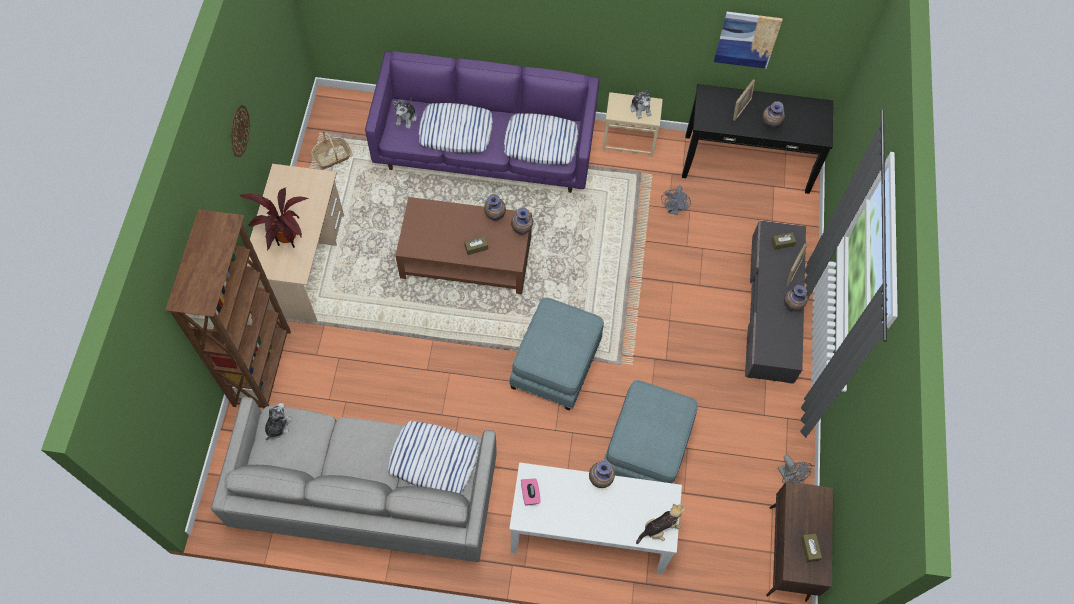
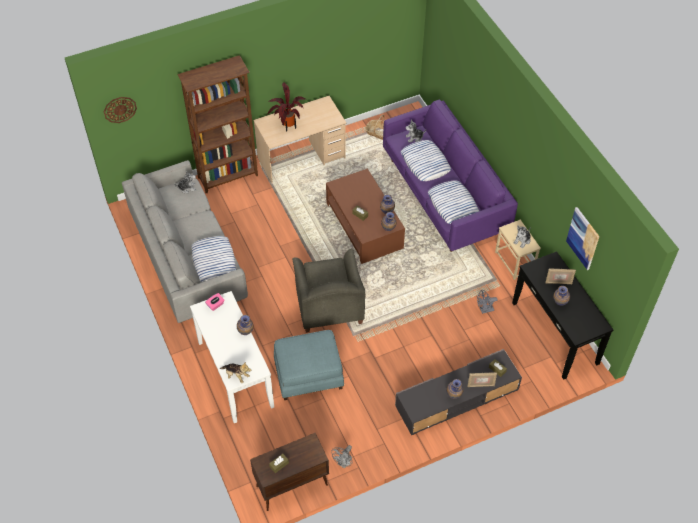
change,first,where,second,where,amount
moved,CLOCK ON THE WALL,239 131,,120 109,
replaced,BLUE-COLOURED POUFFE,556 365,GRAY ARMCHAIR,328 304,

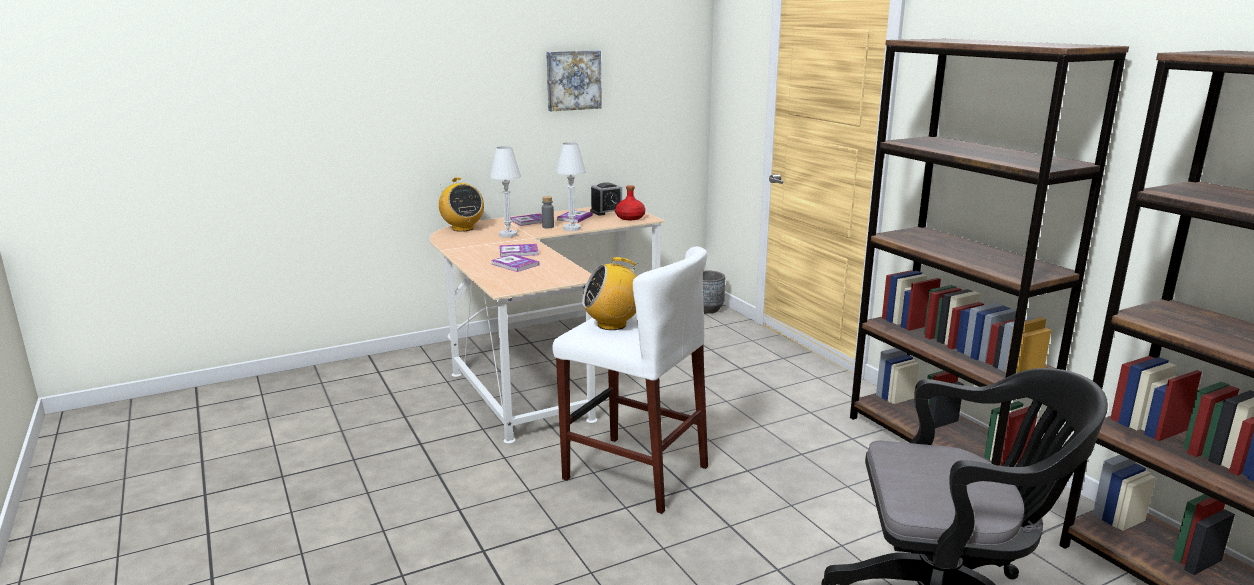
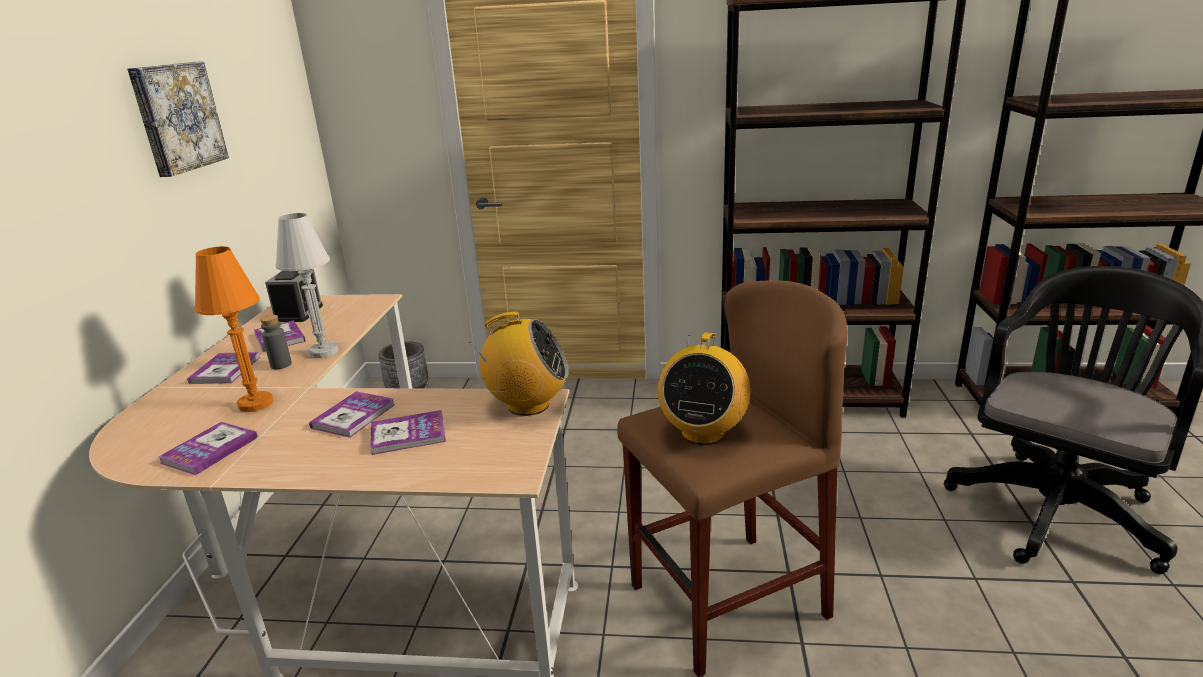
change,first,where,second,where,amount
moved,RADIO RECEIVER,462 228,,528 405,
recoloured,WHITE-COLOURED TABLETOP LAMP,508 235,ORANGEY TABLETOP LAMP,256 403,
recoloured,WHITE-COLOURED STOOL SEAT,635 473,BROWNISH STOOL SEAT,727 600,
removed,REDDISH DRINK BOTTLE,630 218,,,
added,,,VOLUME,210 450,

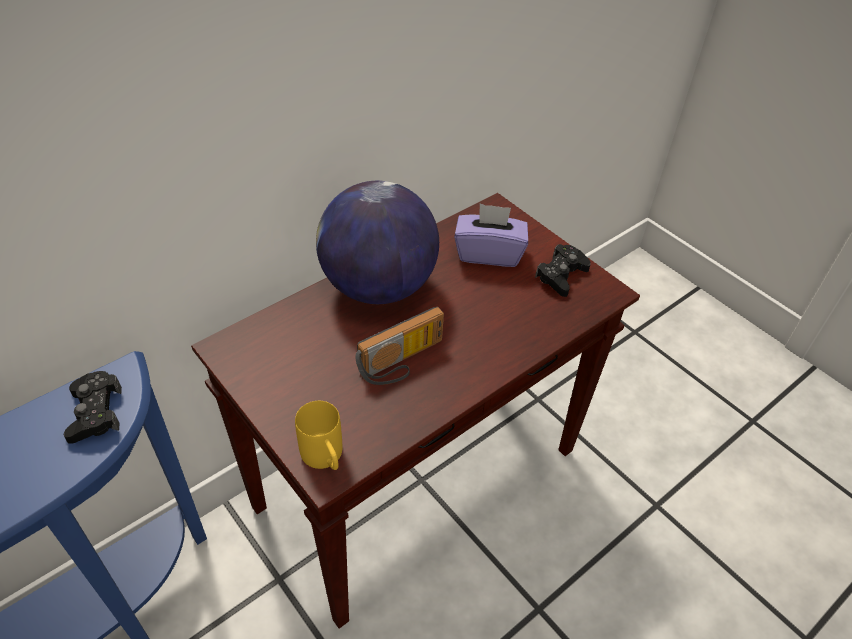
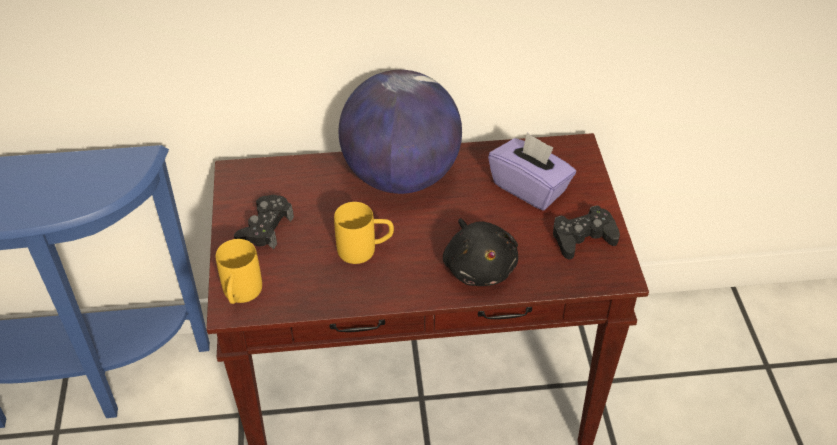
change,first,where,second,where,amount
moved,BLACK-COLOURED GAME CONTROLLER,95 412,,265 228,
replaced,RADIO RECEIVER,403 363,YELLOW-COLOURED TEA MUG,365 250,
added,,,BLACK-COLOURED PLUSH TOY,479 266,

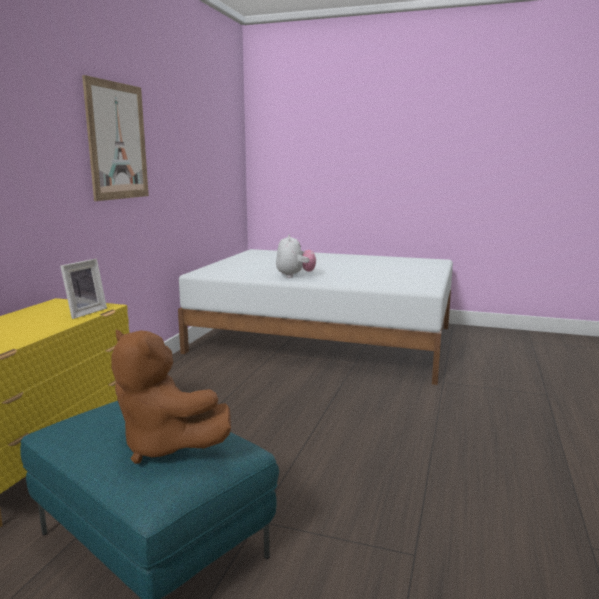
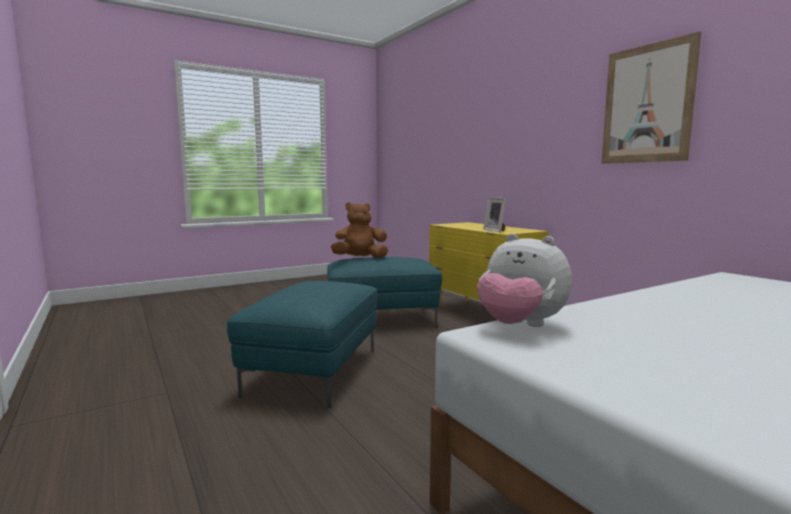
change,first,where,second,where,amount
moved,PLUSH TOY,295 276,,520 326,
added,,,BLUE-GREEN POUFFE,312 371,

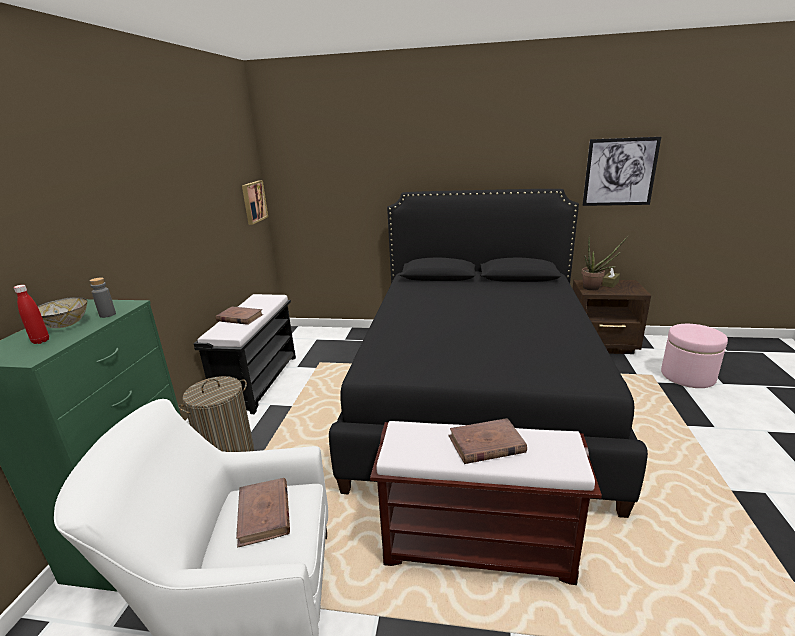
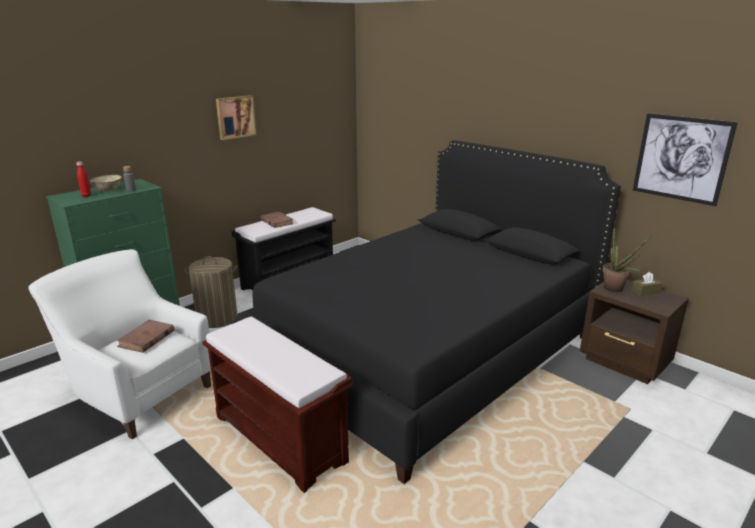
change,first,where,second,where,amount
moved,PICTURE,253 202,,235 117,
removed,BROWNISH VOLUME,486 444,,,
removed,PINK POUFFE,687 376,,,

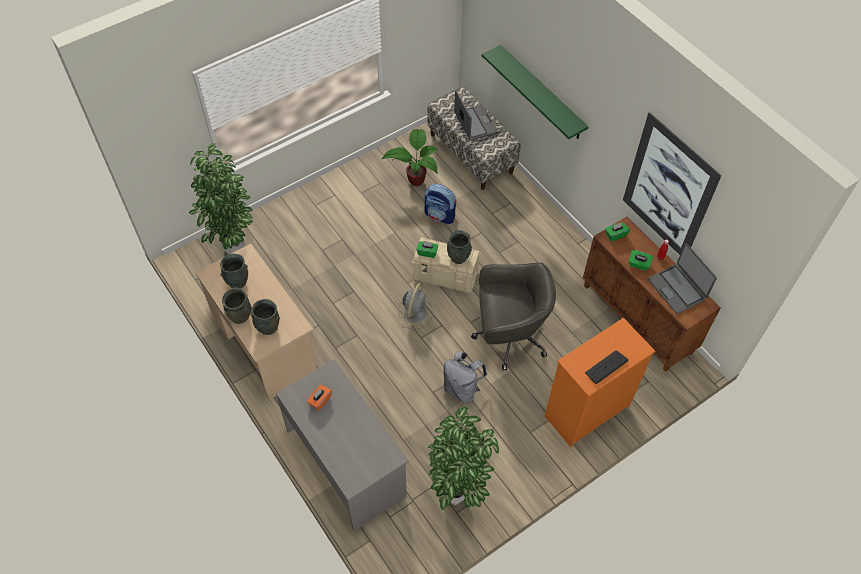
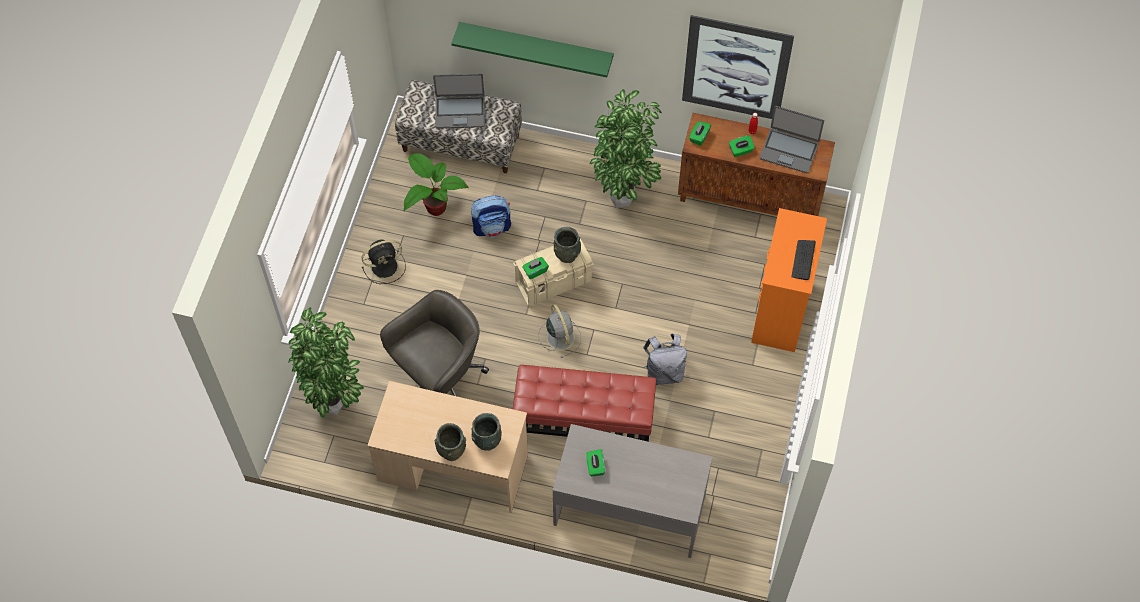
change,first,where,second,where,amount
removed,GRAY DECORATIVE VASE,237 282,,,
recoloured,ORANGEY TISSUE HOLDER,320 400,GREEN TISSUE HOLDER,595 466,
moved,PLANT IN A POT,457 496,,624 199,
turned,NOTEBOOK COMPUTER,475 123,,460 112,150 degrees clockwise
moved,GRAY COMPUTER CHAIR,508 336,,439 377,
added,,,BLACK-COLOURED COOLING FAN,385 266,
added,,,REDDISH POUFFE,584 418,

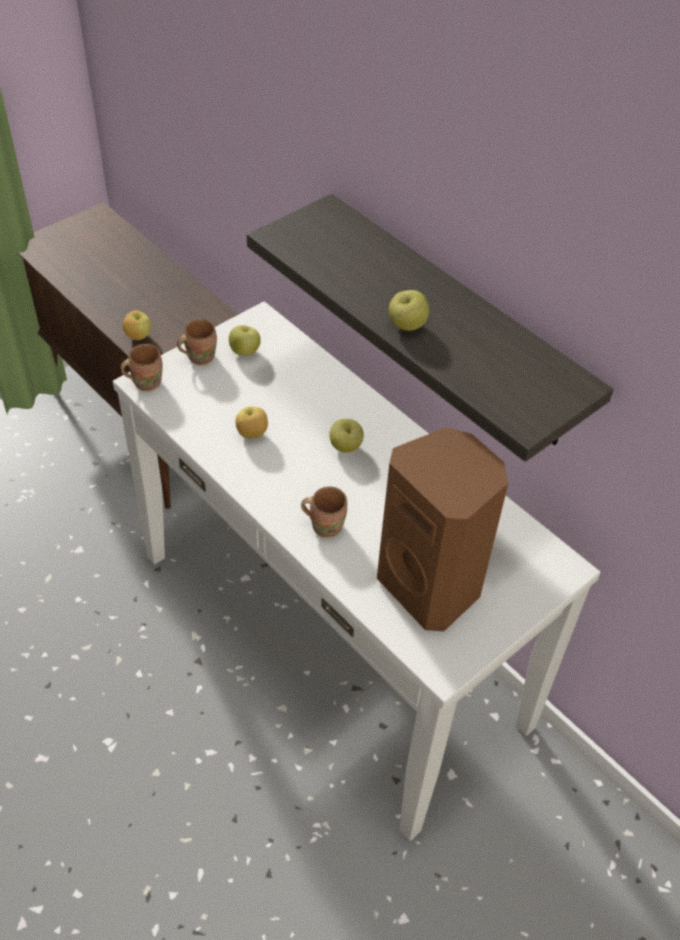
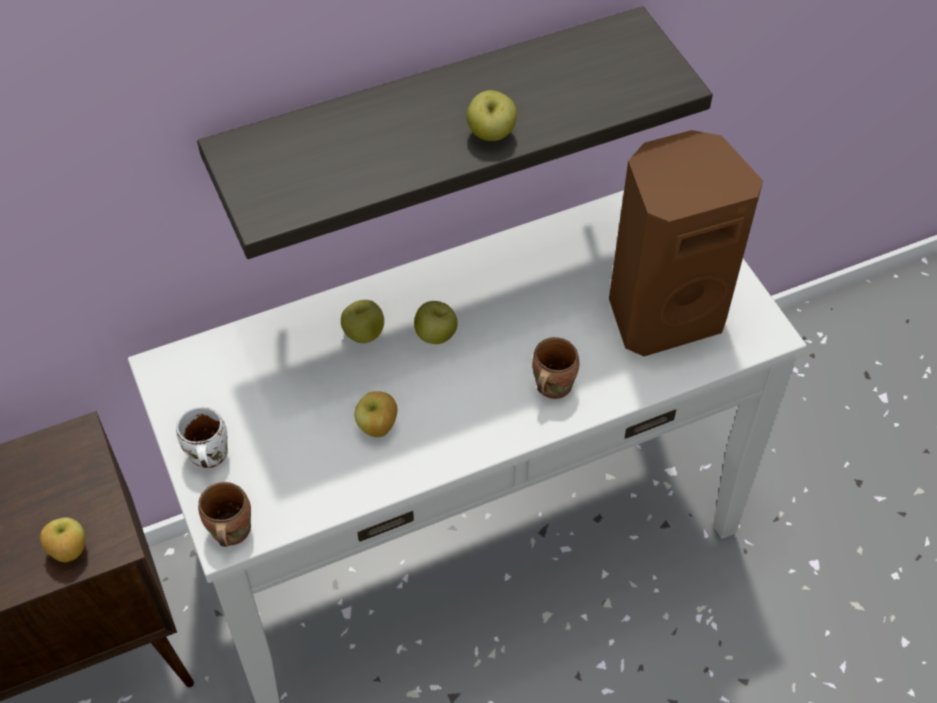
change,first,where,second,where,amount
recoloured,BROWNISH TEA MUG,199 356,WHITE-COLOURED TEA MUG,206 457,
moved,APPLE,245 352,,363 334,

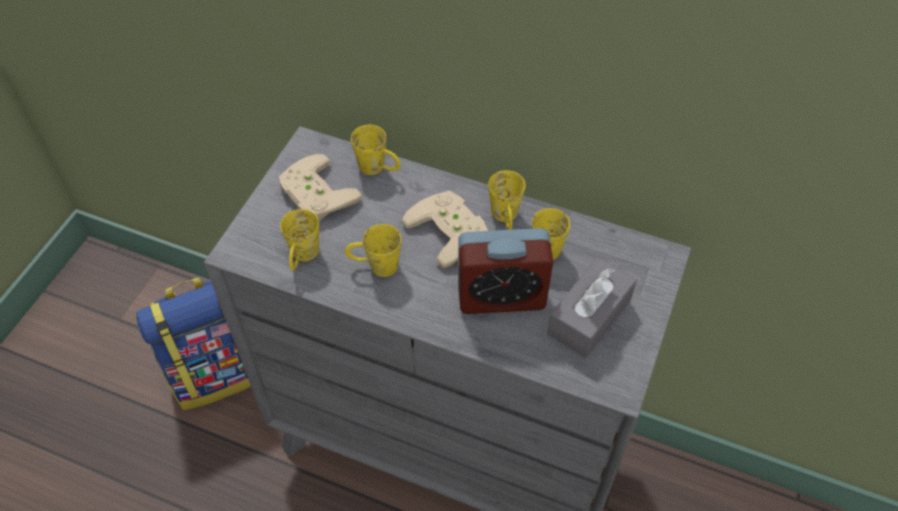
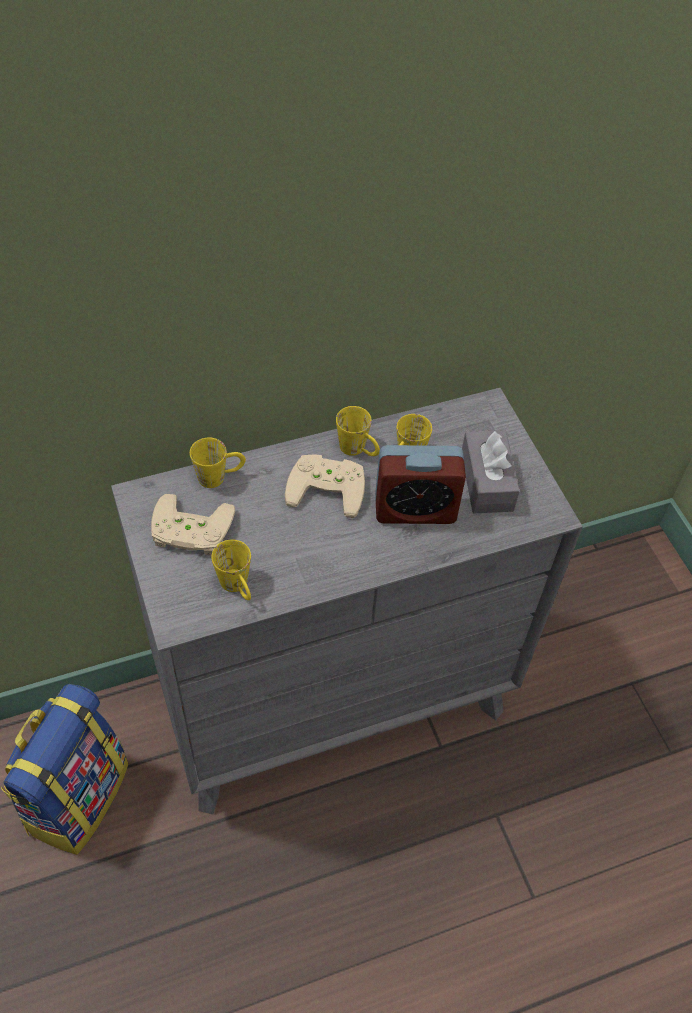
change,first,where,second,where,amount
removed,YELLOW-COLOURED TEA MUG,375 266,,,
turned,TABLE CLOCK,501 296,,415 509,45 degrees clockwise

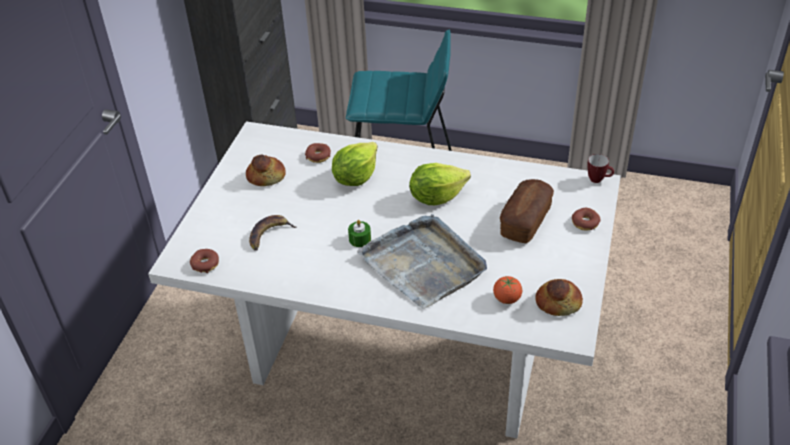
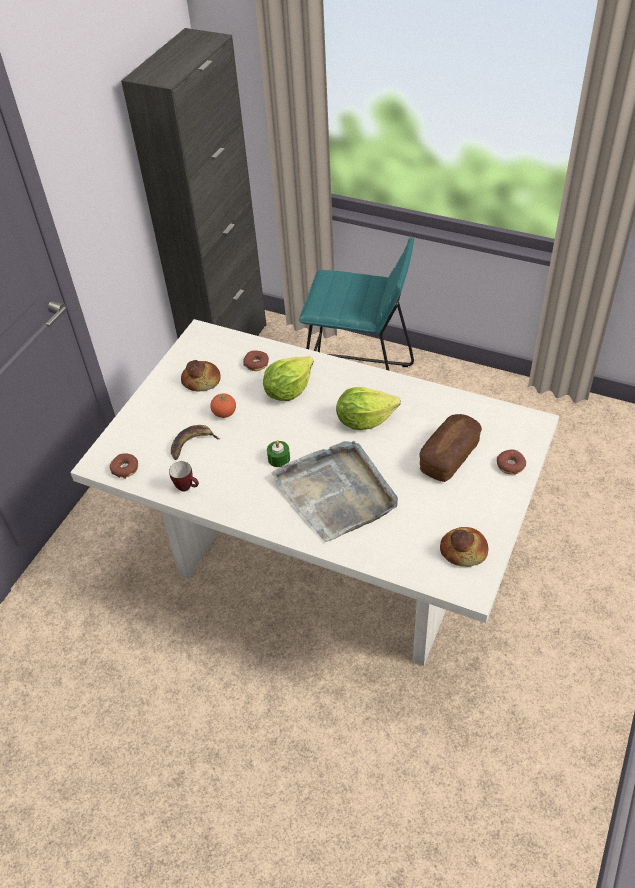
change,first,where,second,where,amount
moved,FRESH TOMATO,507 299,,224 413,
moved,TEA MUG,598 180,,187 488,

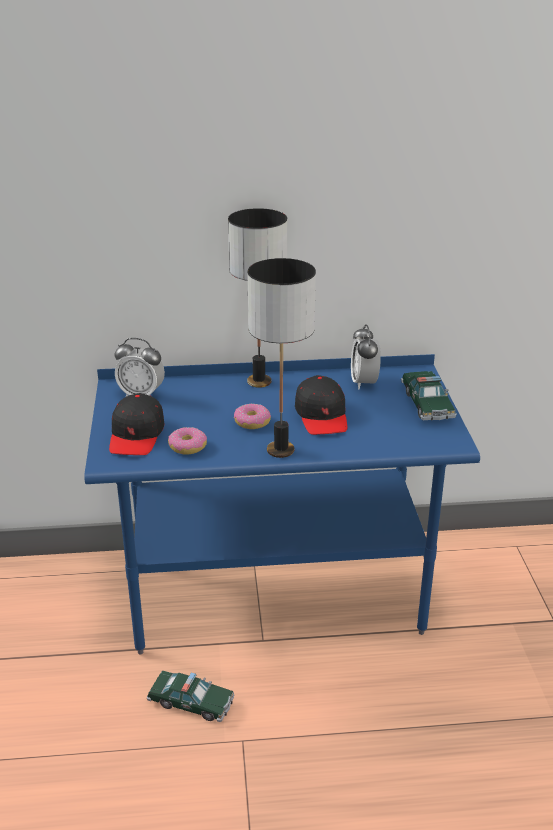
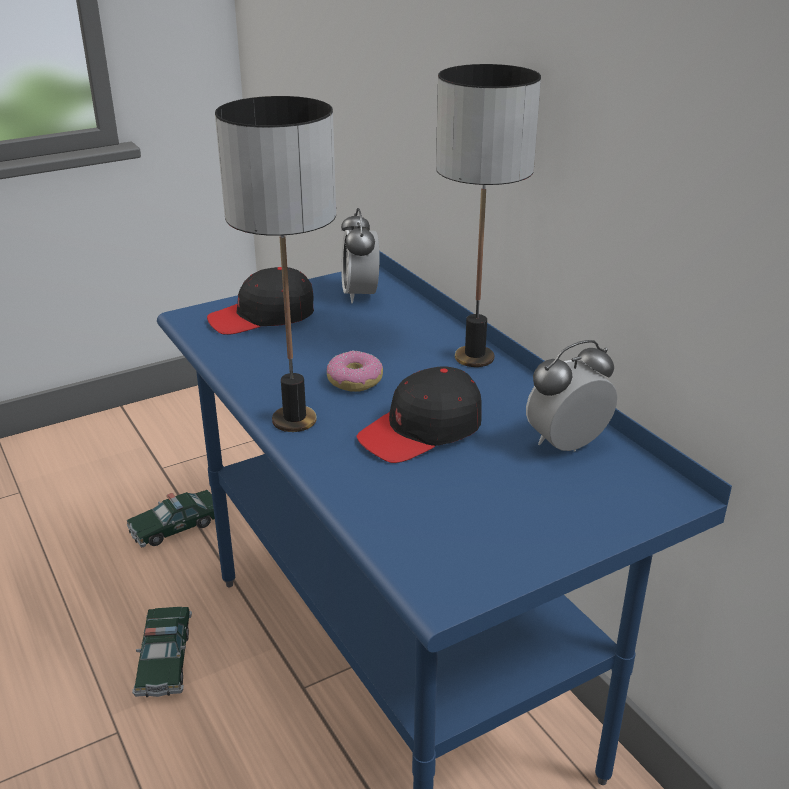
change,first,where,second,where,amount
removed,DOUGHNUT,187 447,,,
moved,MINIATURE CAR,427 404,,177 526,

